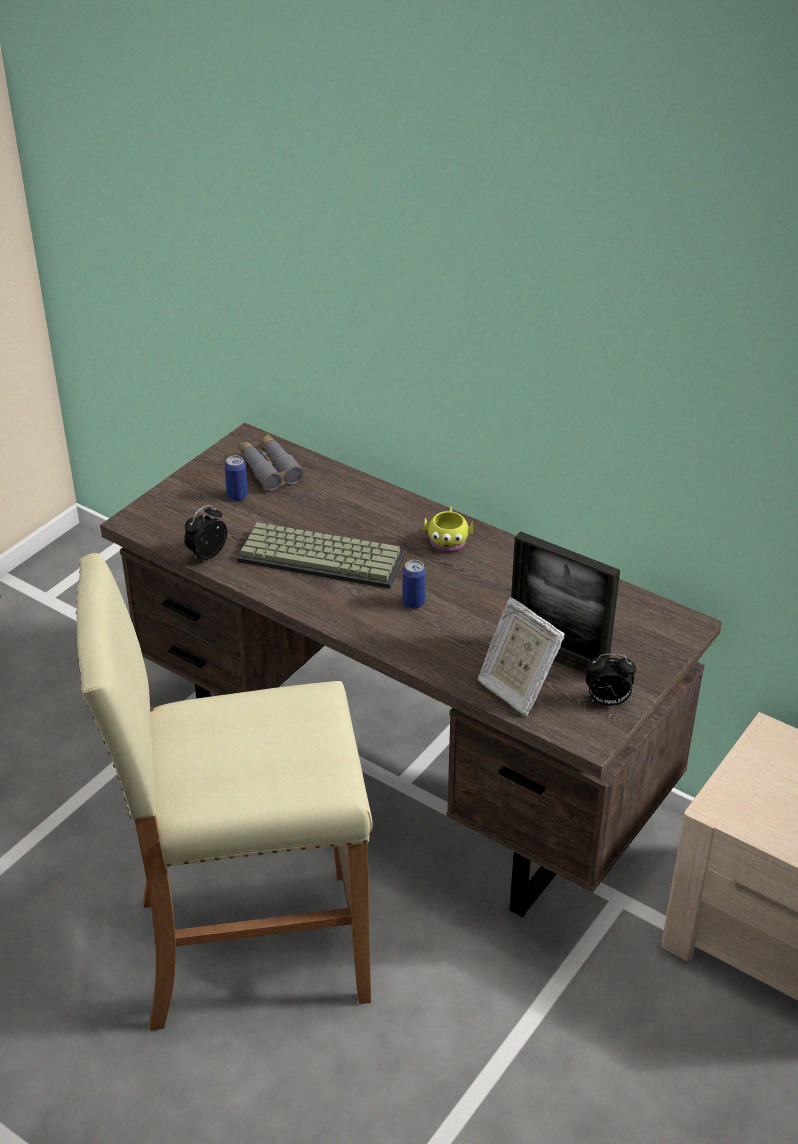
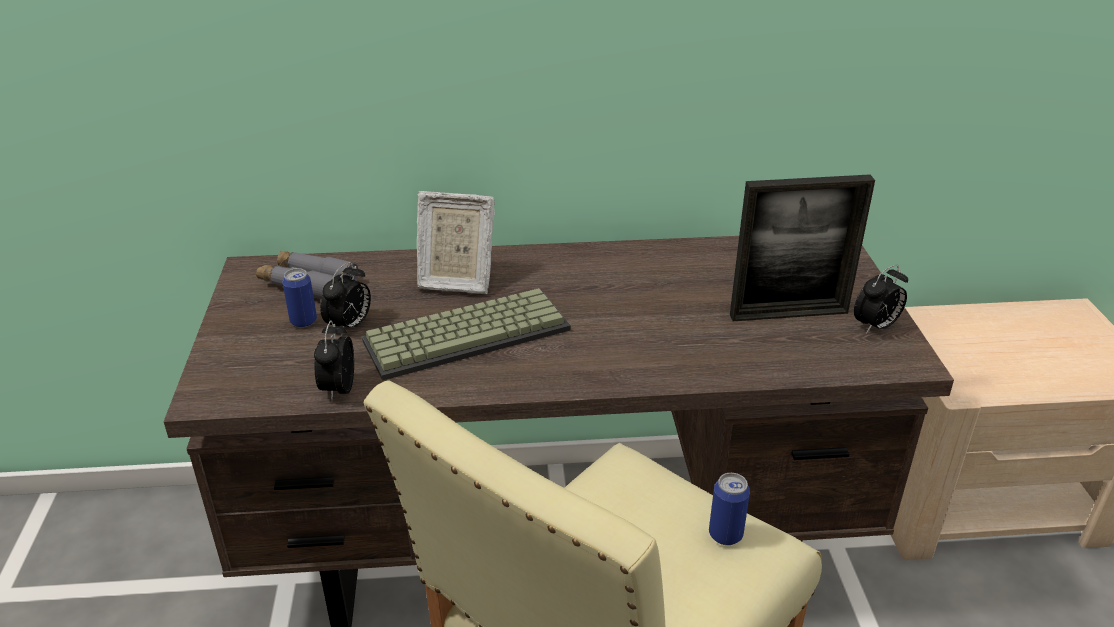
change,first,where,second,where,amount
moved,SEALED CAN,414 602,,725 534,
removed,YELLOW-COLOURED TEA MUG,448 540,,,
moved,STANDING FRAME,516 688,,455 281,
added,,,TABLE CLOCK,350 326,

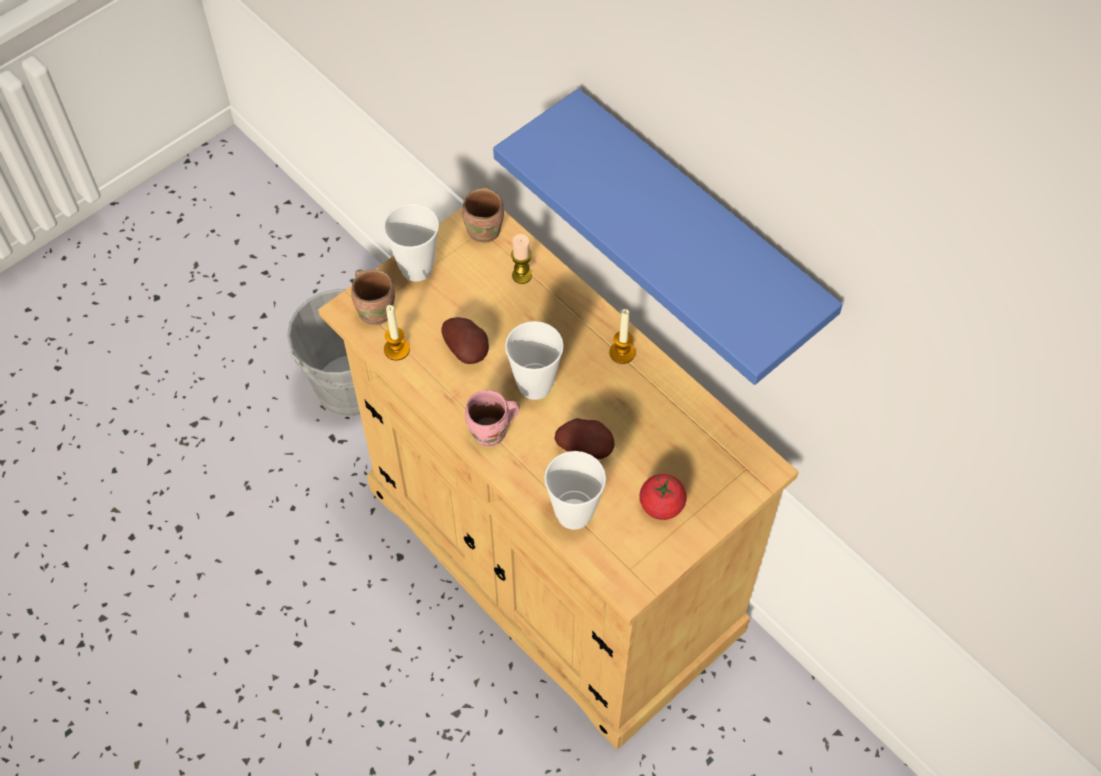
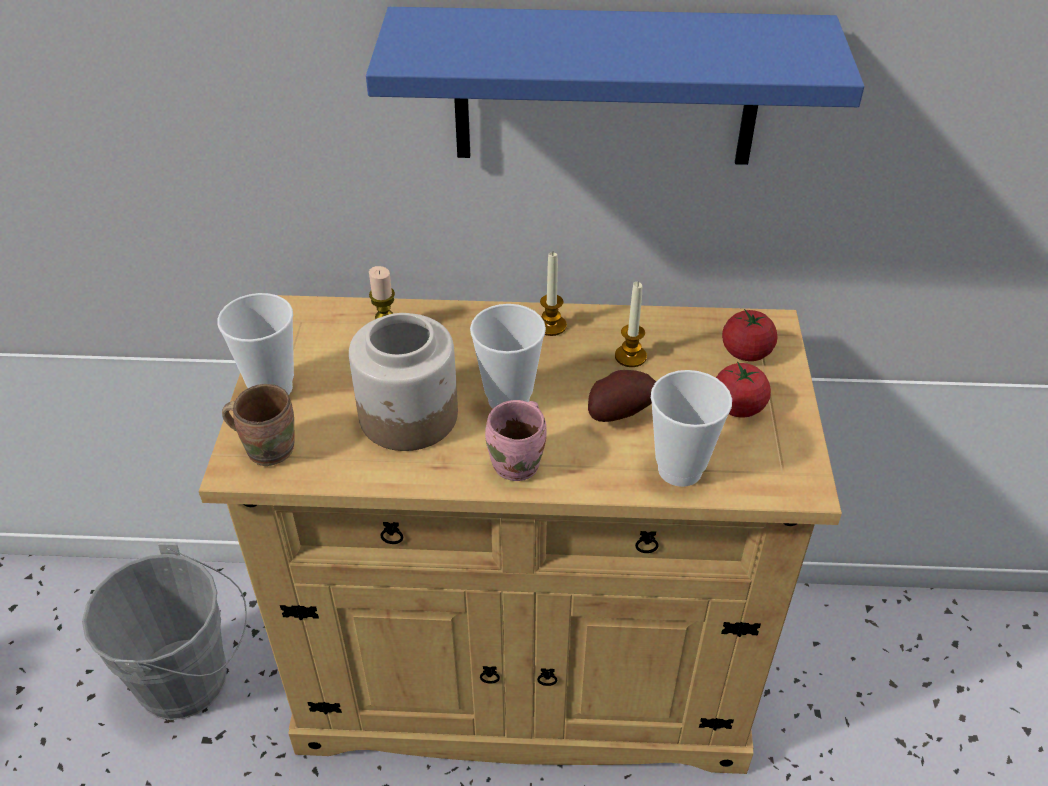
change,first,where,second,where,amount
moved,WAX CANDLE,396 349,,630 356,
replaced,POTATO,468 350,PRESERVE JAR,409 416,
removed,BROWNISH TEA MUG,486 229,,,
added,,,FRESH TOMATO,746 352,

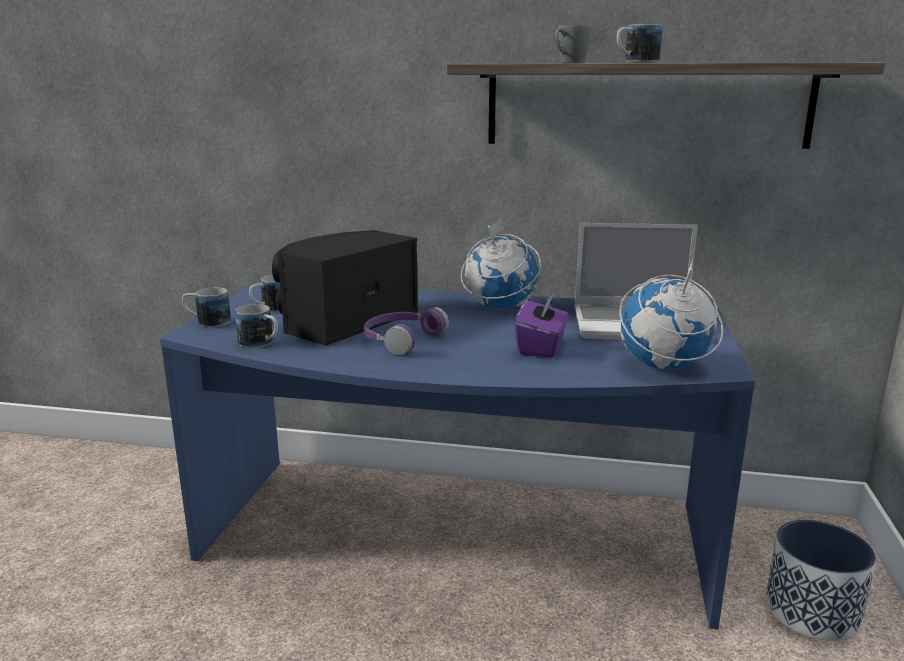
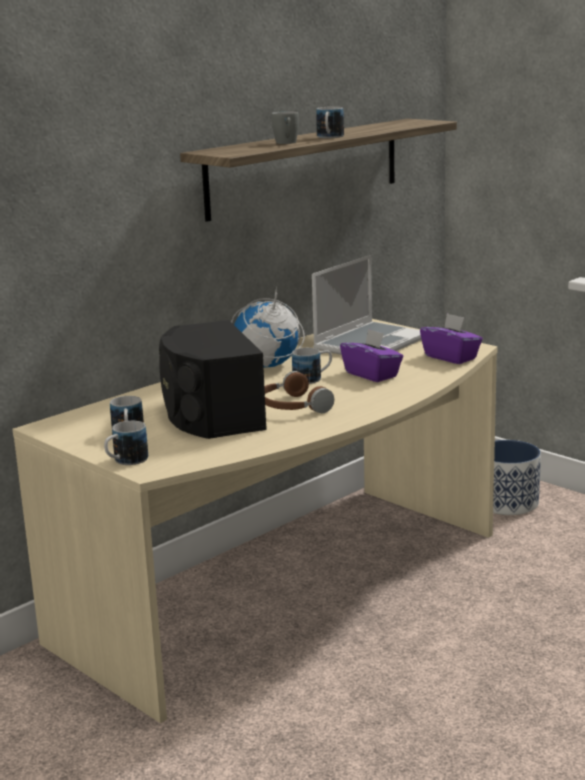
change,first,where,second,where,amount
recoloured,BLUE-COLOURED DESK UNIT,453 540,SAND-COLOURED DESK UNIT,293 590,
moved,TEA MUG,261 344,,313 378,
recoloured,PURPLE-COLOURED PAIR OF HEADPHONES,400 340,BROWNISH PAIR OF HEADPHONES,291 407,
replaced,WORLD GLOBE,663 367,PURPLE-COLOURED TISSUE HOLDER,451 357,

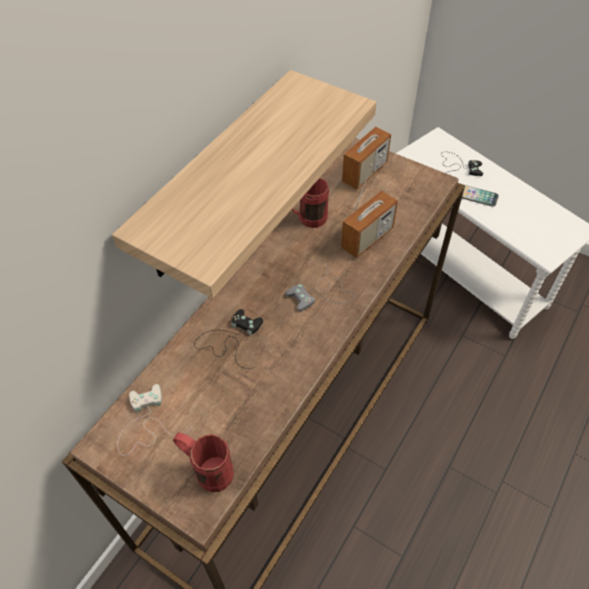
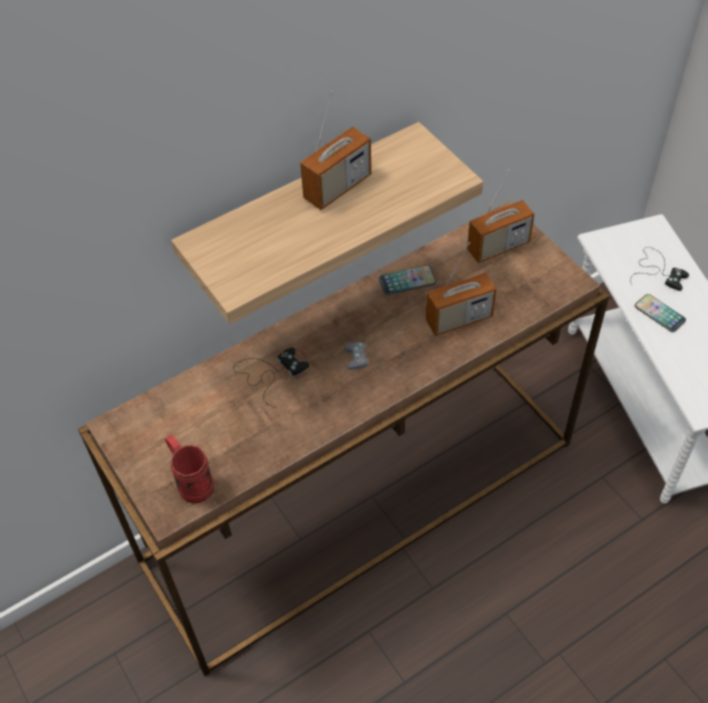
change,first,where,second,where,amount
removed,WHITE-COLOURED GAME CONTROLLER,146 423,,,
replaced,REDDISH TEA MUG,307 221,HANDSET,407 281,
added,,,RADIO RECEIVER,337 187,

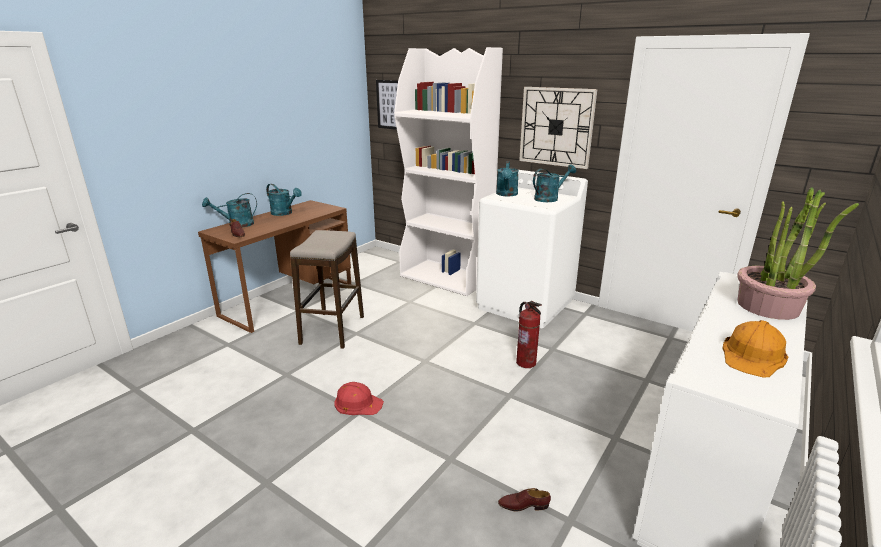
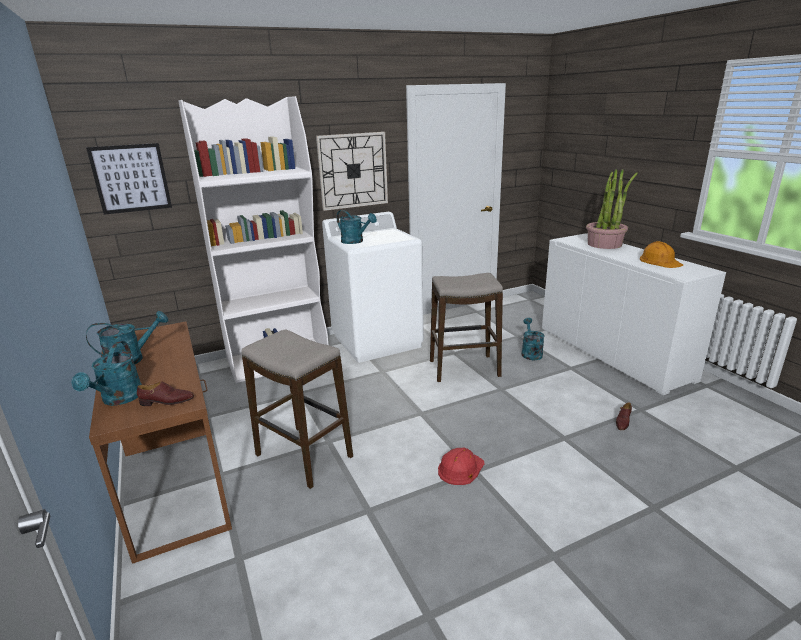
change,first,where,second,where,amount
replaced,EXTINGUISHER,526 363,STOOL SEAT,464 368,
moved,BLUE-GREEN WATERING CAN,549 198,,530 353,

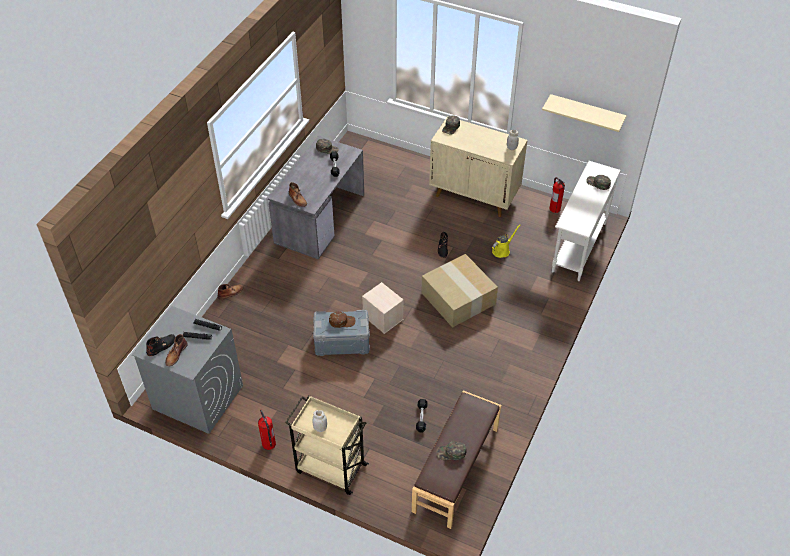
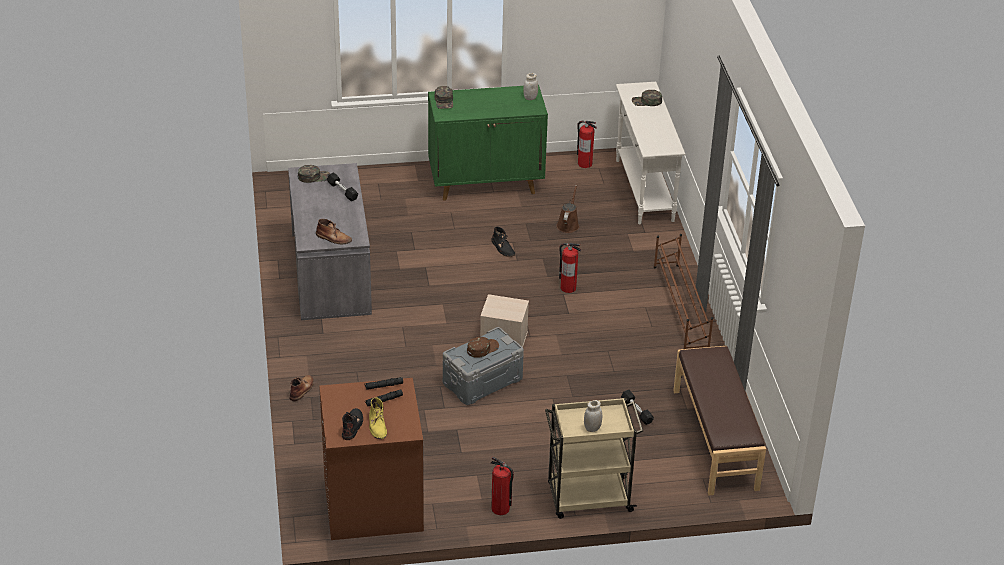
change,first,where,second,where,amount
recoloured,GRAY LAUNDRY MACHINE,197 397,BROWNISH LAUNDRY MACHINE,372 504,
recoloured,BROWNISH HIGH-TOP BOOT,176 354,YELLOW-COLOURED HIGH-TOP BOOT,377 425,
replaced,CARDBOARD BOX,459 298,EXTINGUISHER,568 287,
recoloured,SAND-COLOURED CABINET,475 195,GREEN CABINET,486 183,
removed,GREEN BASEBALL CAP,451 453,,,
recoloured,YELLOW-COLOURED WATERING CAN,502 250,BROWNISH WATERING CAN,568 224,
removed,SAND-COLOURED SHELF,586 113,,,
added,,,BROWNISH SHOE STAND,680 307,

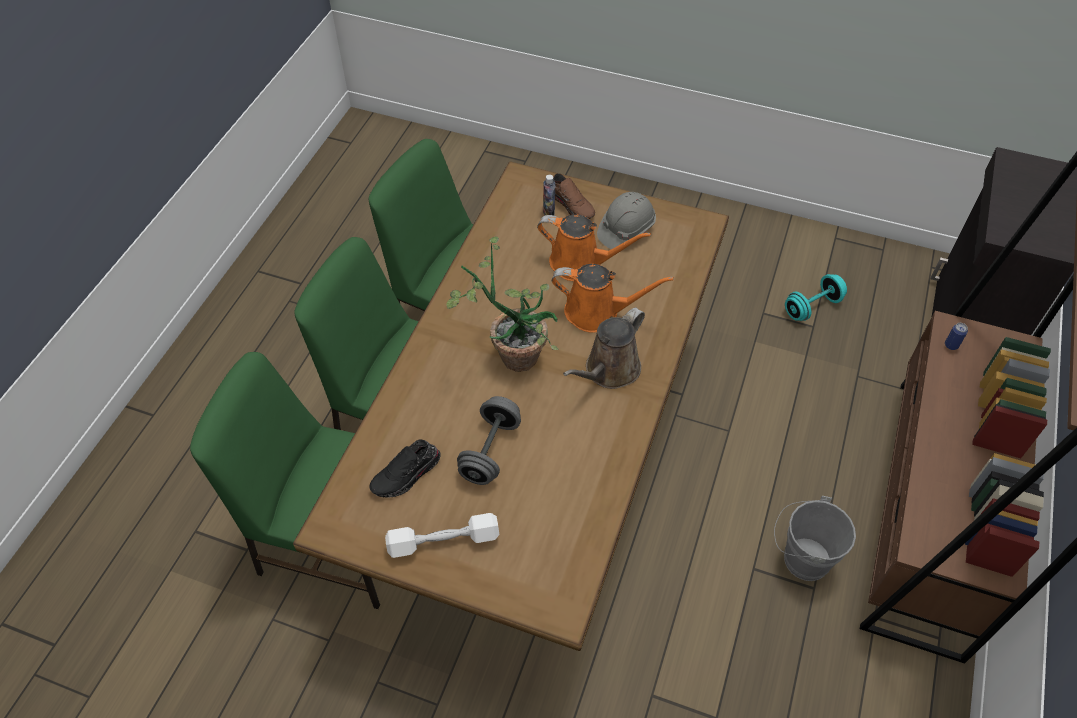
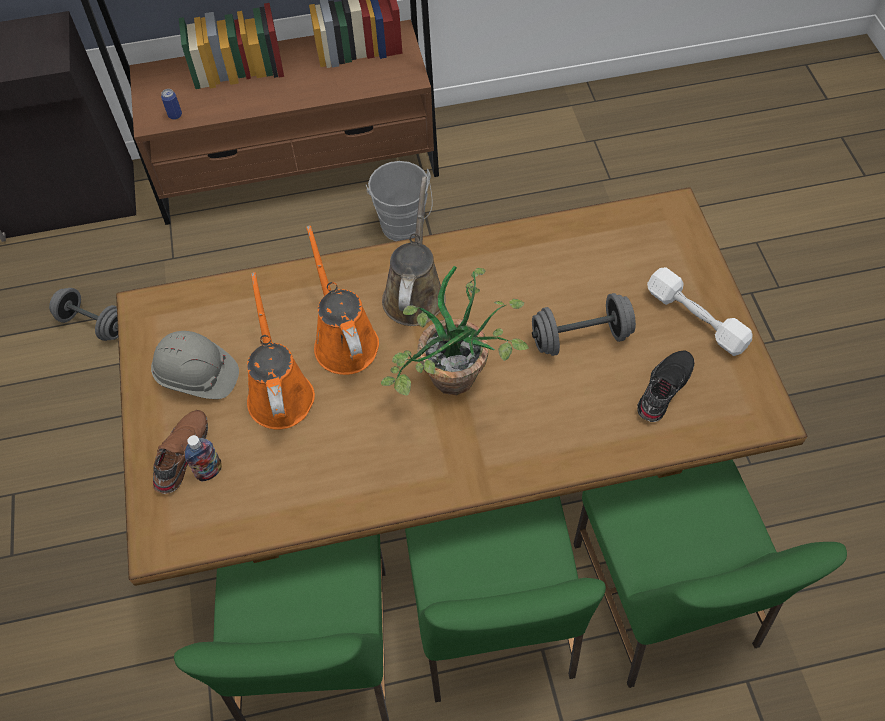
change,first,where,second,where,amount
turned,BLACK-COLOURED LOW SHOE,407 475,,663 388,75 degrees counterclockwise
turned,BROWNISH WATERING CAN,609 371,,415 293,90 degrees counterclockwise
recoloured,BLUE-GREEN DUMBBELL,812 307,GRAY DUMBBELL,93 324,

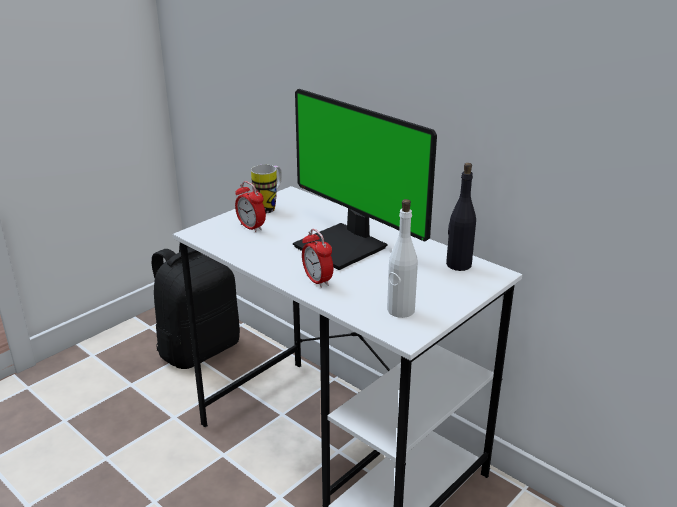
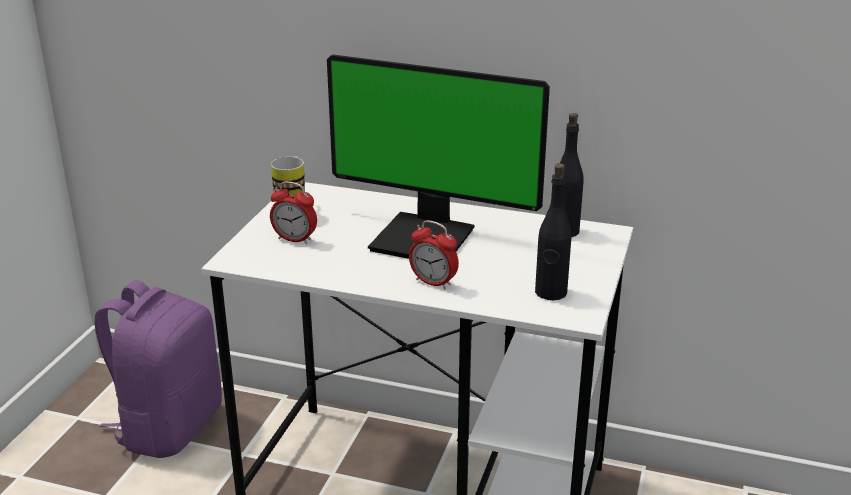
change,first,where,second,where,amount
recoloured,BLACK-COLOURED KNAPSACK,199 349,PURPLE-COLOURED KNAPSACK,169 427,
recoloured,WHITE-COLOURED DRINK BOTTLE,400 310,BLACK-COLOURED DRINK BOTTLE,550 292,

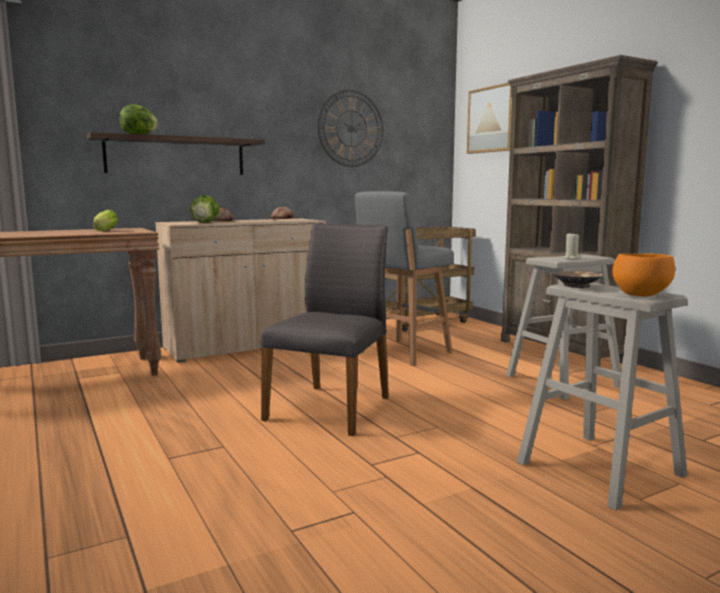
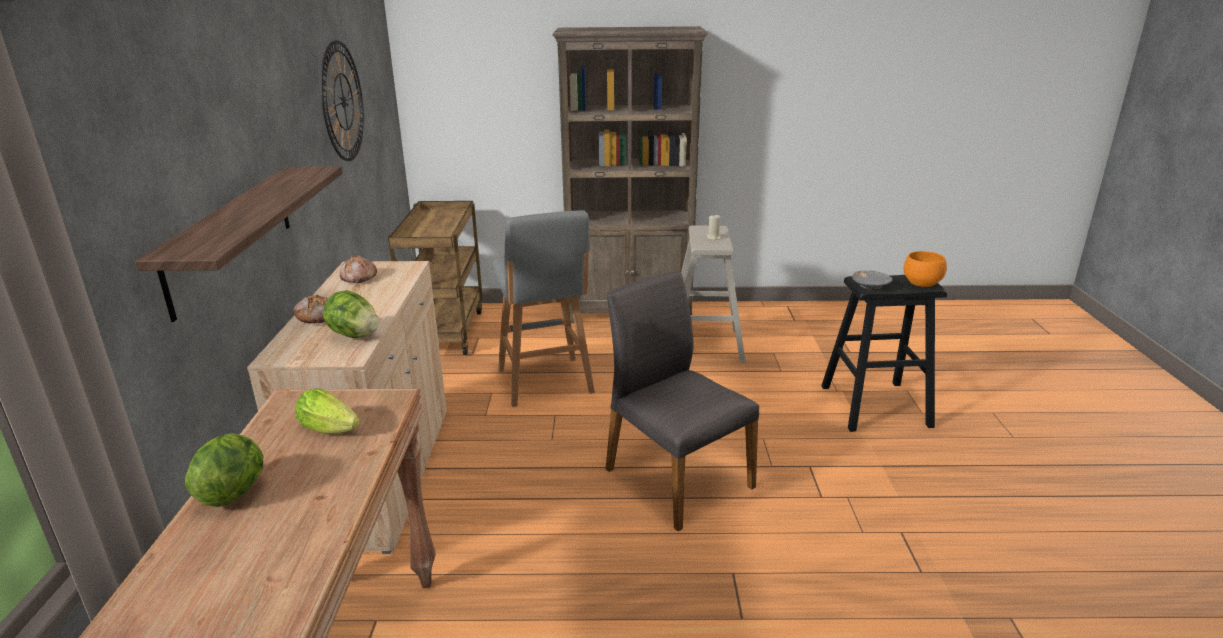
change,first,where,second,where,amount
moved,LETTUCE HEAD,139 134,,234 491,
removed,PICTURE,491 119,,,
recoloured,SAND-COLOURED STOOL SEAT,599 468,BLACK-COLOURED STOOL SEAT,874 406,
recoloured,BROWNISH SERVING BOWL,577 285,GRAY SERVING BOWL,871 286,

